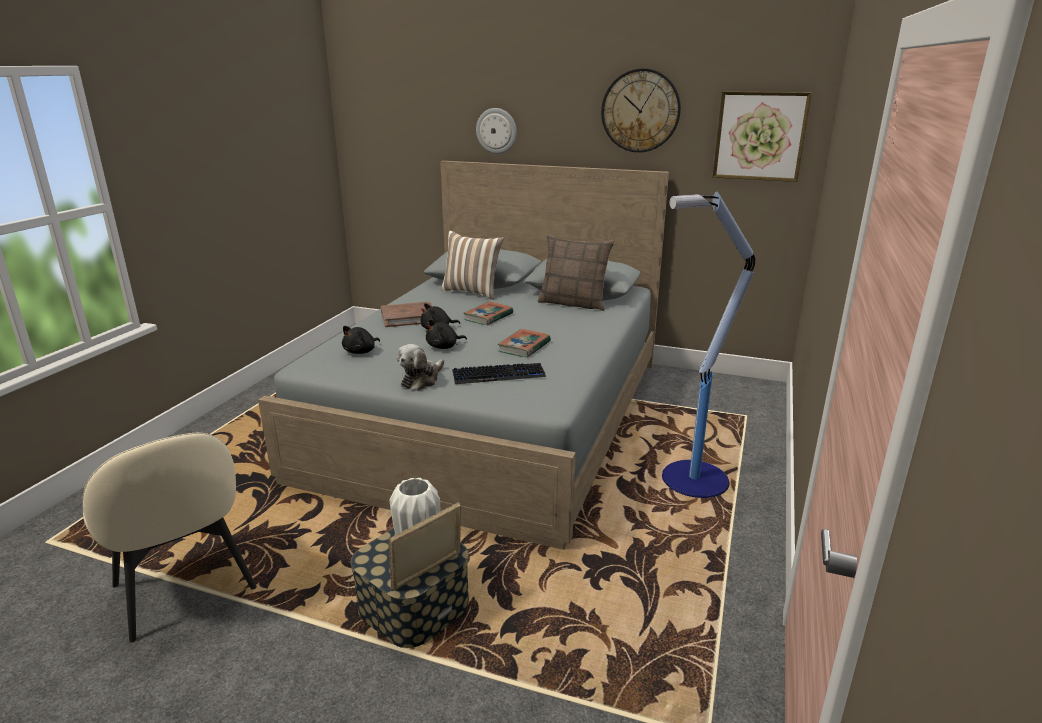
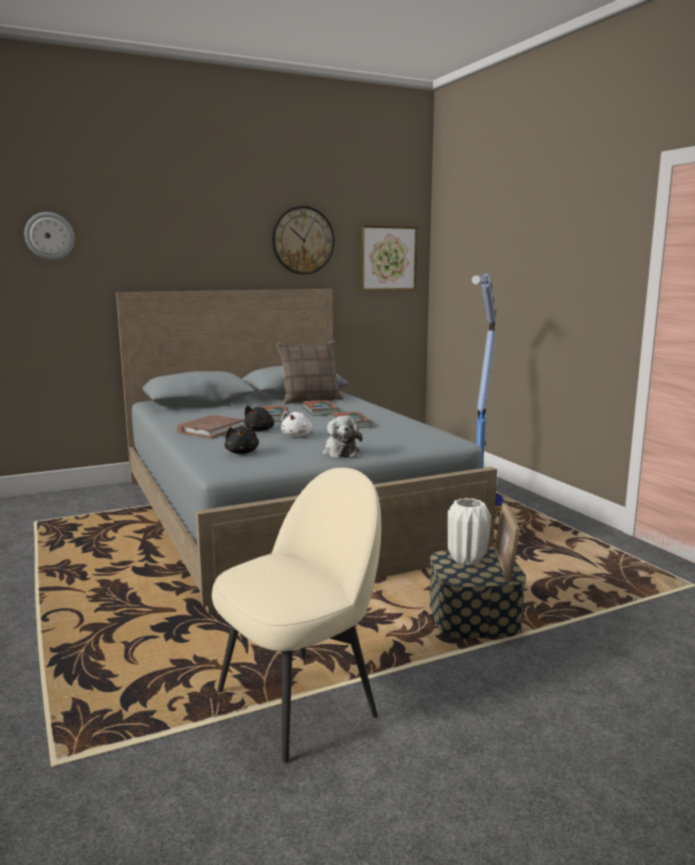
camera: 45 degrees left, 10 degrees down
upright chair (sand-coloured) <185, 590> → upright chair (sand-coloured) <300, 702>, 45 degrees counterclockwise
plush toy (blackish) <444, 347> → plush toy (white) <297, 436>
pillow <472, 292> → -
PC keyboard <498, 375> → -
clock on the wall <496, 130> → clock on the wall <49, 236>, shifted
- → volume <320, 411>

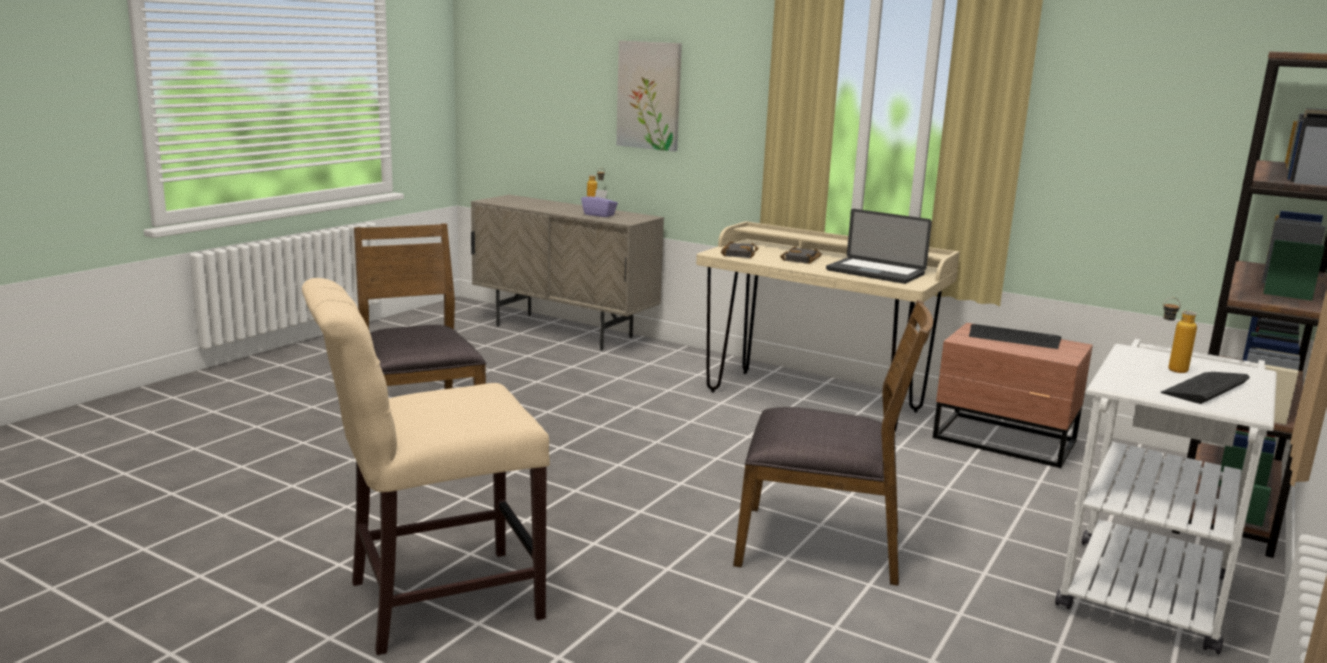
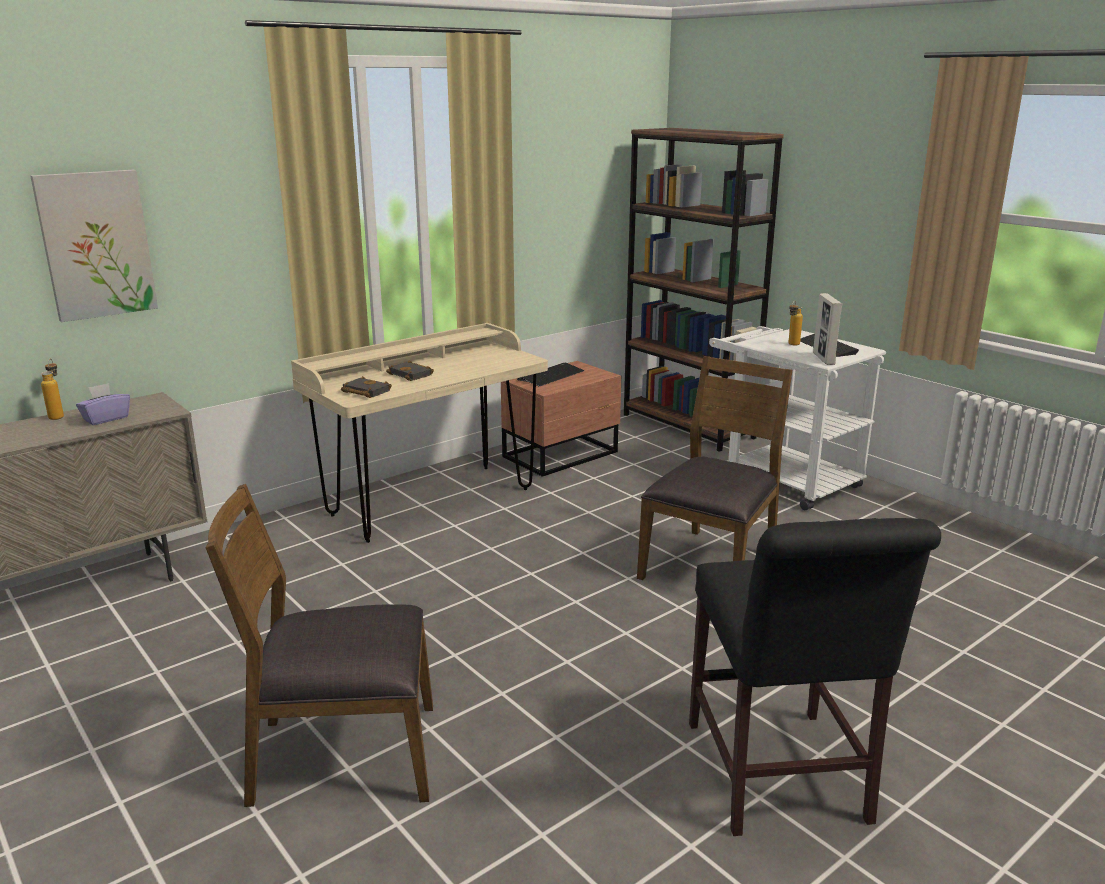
camera: 70 degrees left, 5 degrees up
upright chair (sand-coloured) <433, 601> → upright chair (blackish) <778, 779>
notebook computer <875, 272> → -
- → picture frame <823, 359>

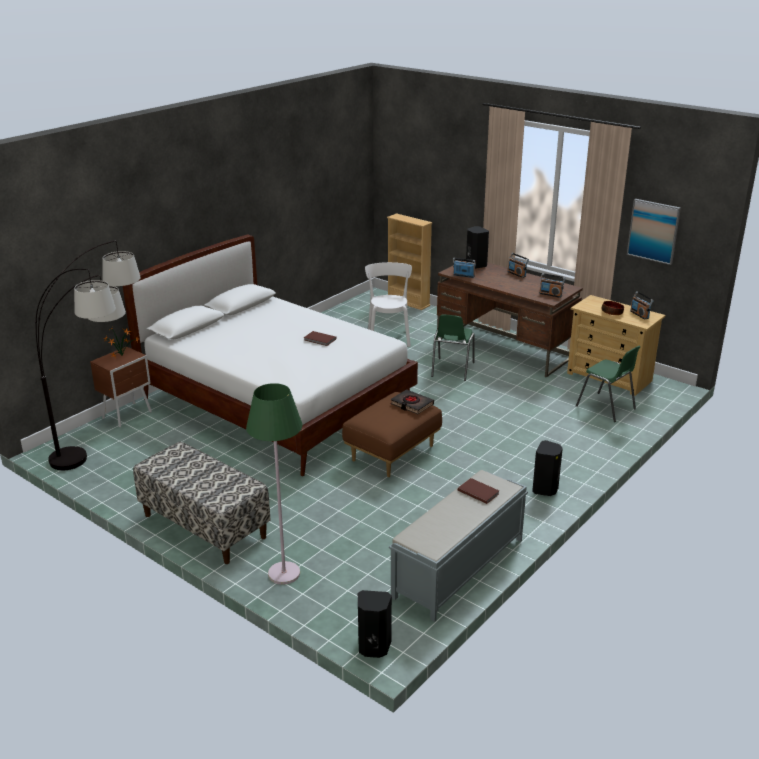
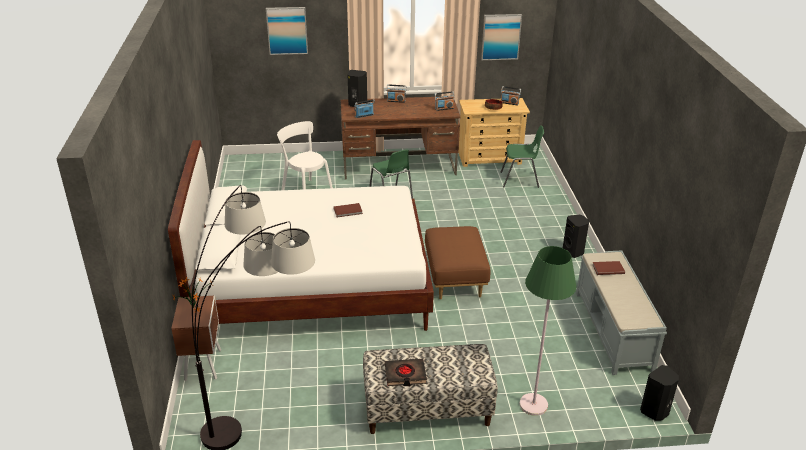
camera: 45 degrees left, 5 degrees up
shelving unit (sand-coloured) <408, 302> → -
volume (blackish) <411, 404> → volume (blackish) <405, 375>, shifted
- → picture <287, 30>

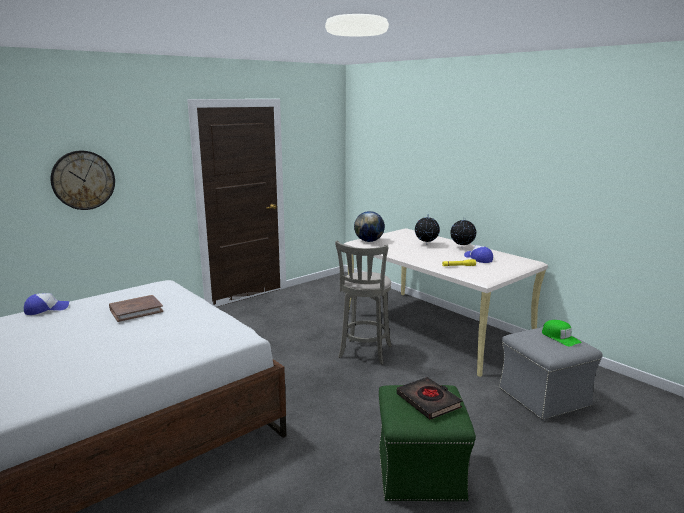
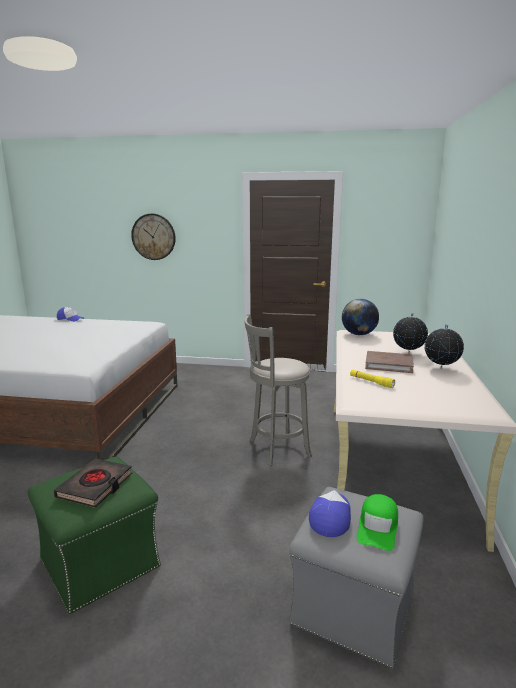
camera: 50 degrees right, 0 degrees up
volume (brown-coloured) <136, 310> → volume (brown-coloured) <388, 364>, shifted
peaked cap <478, 258> → peaked cap <331, 517>, shifted

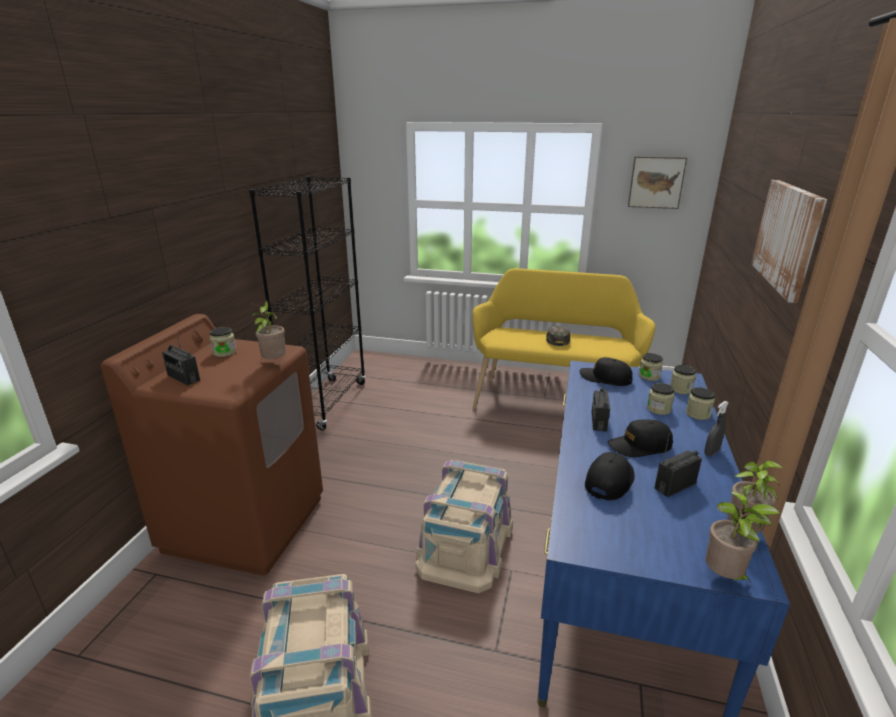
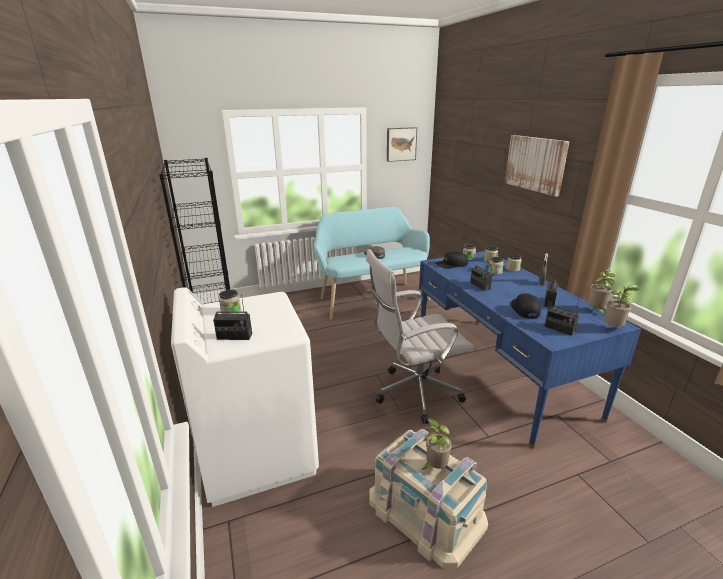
camera: 35 degrees left, 0 degrees up
washing machine (brown-coloured) <246, 522> → washing machine (white) <258, 452>
plant in a pot <273, 363> → plant in a pot <434, 467>, shifted
storage container (sand-coloured) <465, 542> → office chair (white) <414, 394>
indoor bench (yellow-coloured) <553, 399> → indoor bench (turquoise-coloured) <371, 298>
peaked cap (blackish) <639, 446> → -
- → radio set <559, 329>

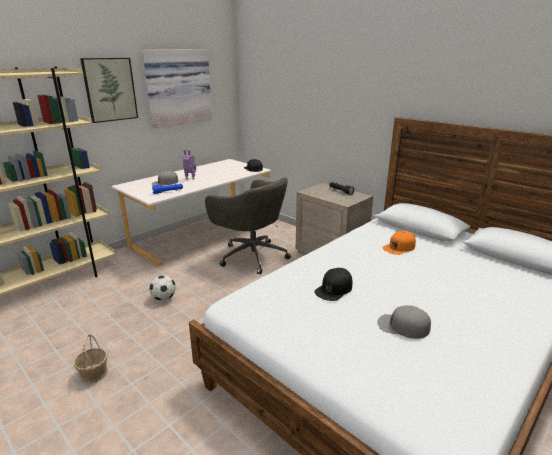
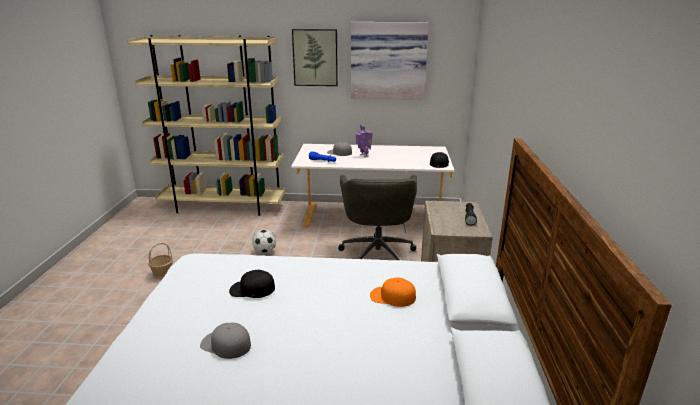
camera: 50 degrees right, 0 degrees up
peaked cap (grey) <403, 326> → peaked cap (grey) <226, 344>, 45 degrees counterclockwise

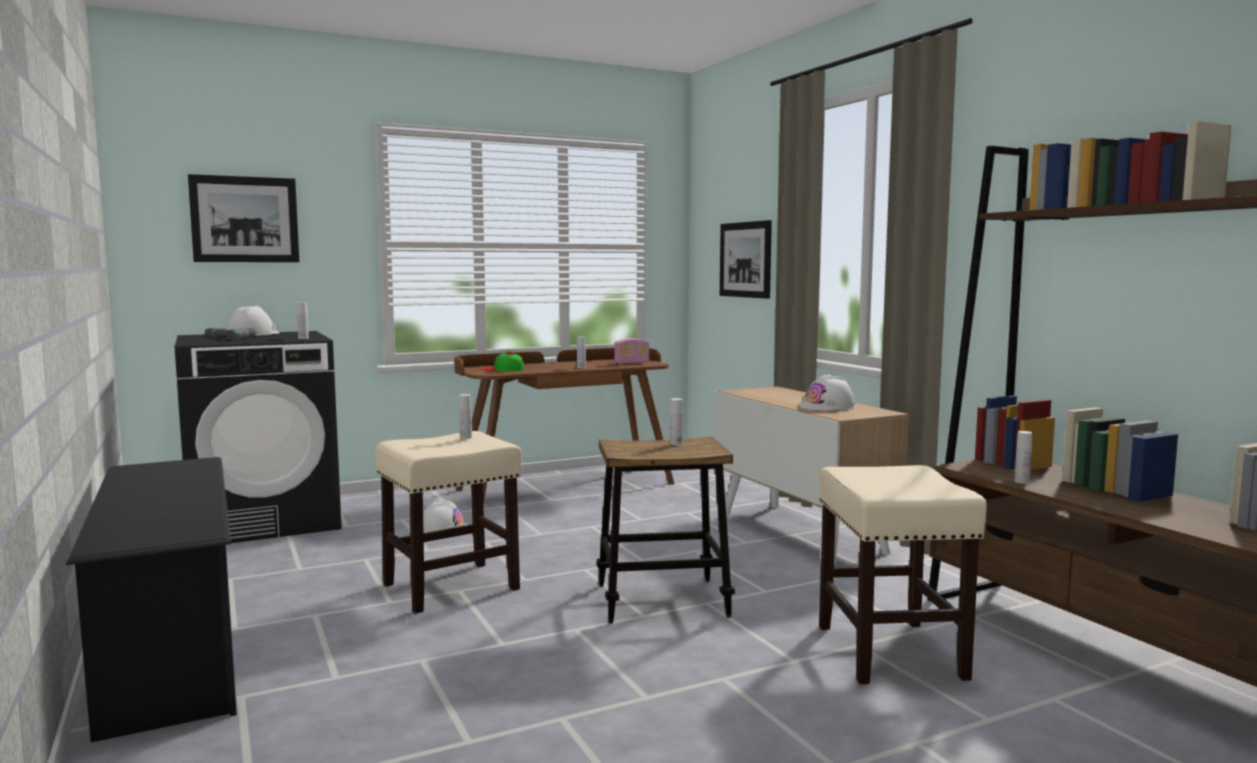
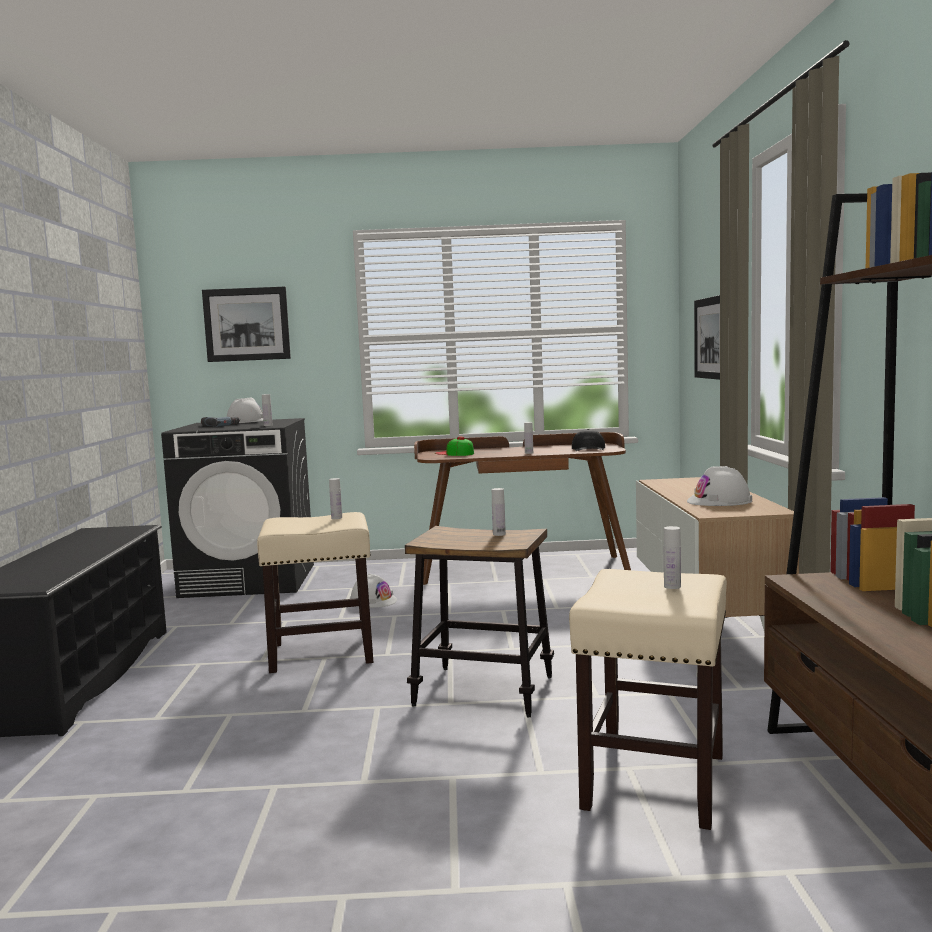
camera: 25 degrees right, 0 degrees up
radio set <631, 363> → peaked cap (blackish) <589, 449>
beverage bottle (white) <1022, 482> → beverage bottle (white) <672, 586>, shifted

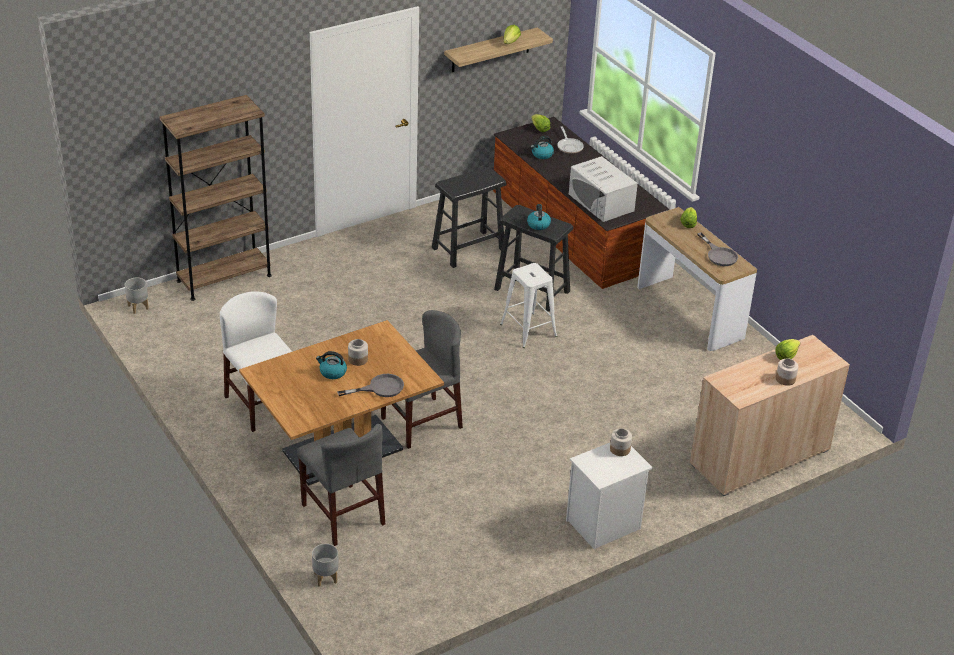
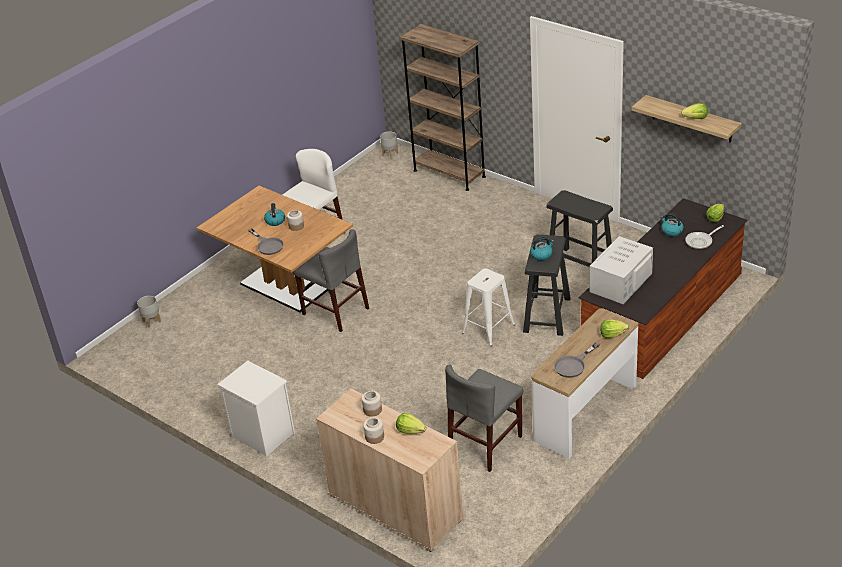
camera: 75 degrees right, 0 degrees up
upright chair (grey) <342, 514> → upright chair (grey) <485, 444>, shifted
preserve jar <620, 449> → preserve jar <372, 410>, shifted

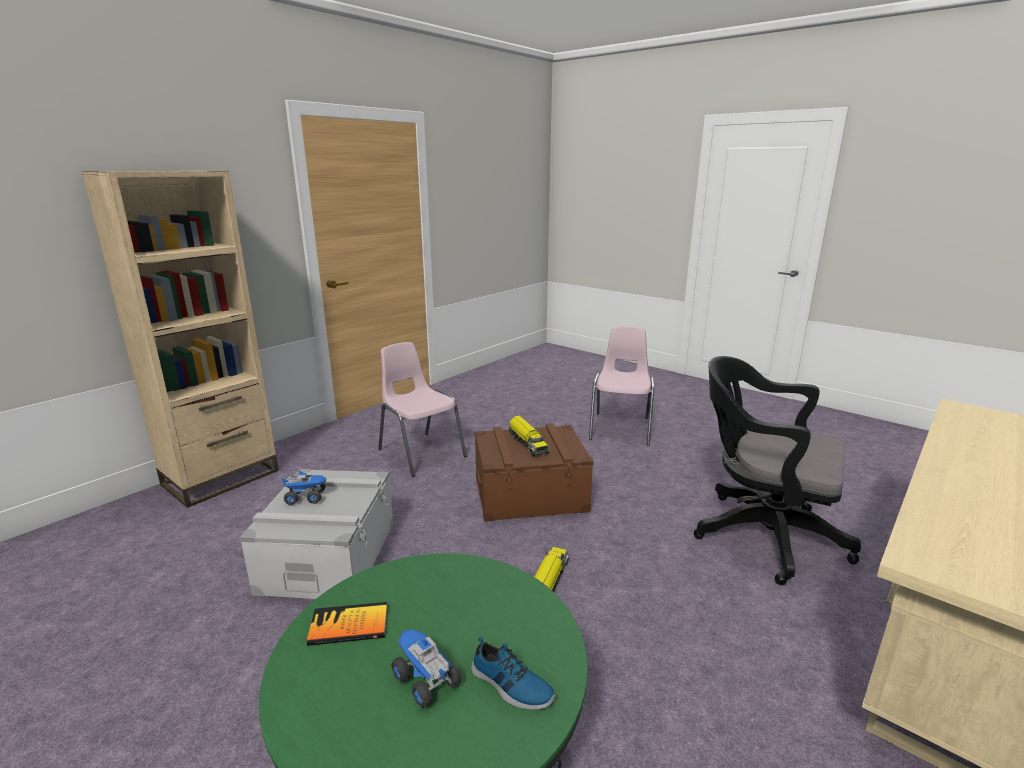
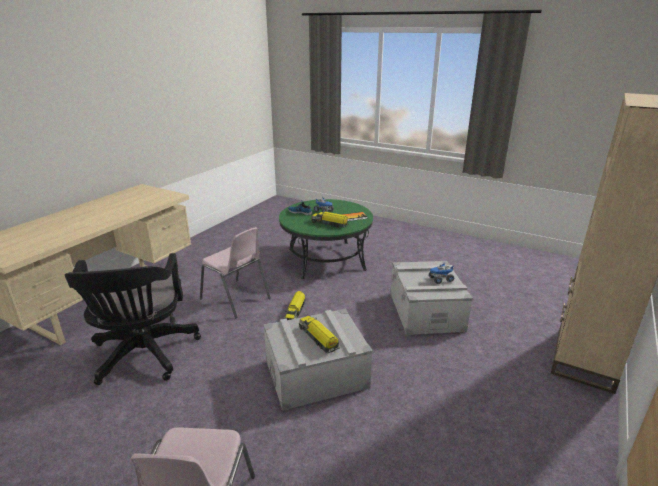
camera: 170 degrees right, 5 degrees up
upright chair (pink) <420, 453> → upright chair (pink) <236, 299>, shifted
storage container (brown-coloured) <530, 493> → storage container (grey) <316, 374>
office chair (blackish) <760, 534> → office chair (blackish) <144, 356>, 60 degrees clockwise
- → model truck <330, 224>

